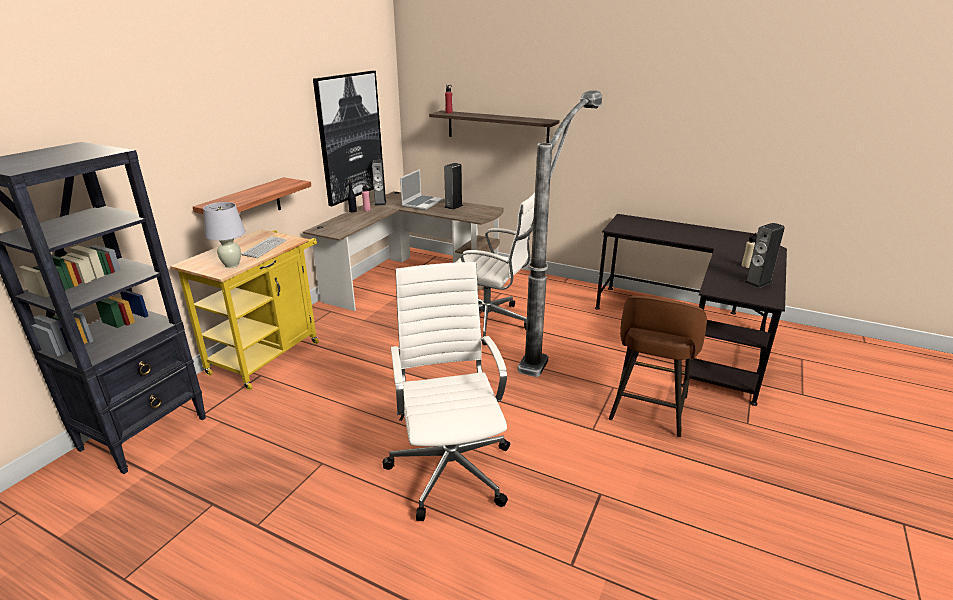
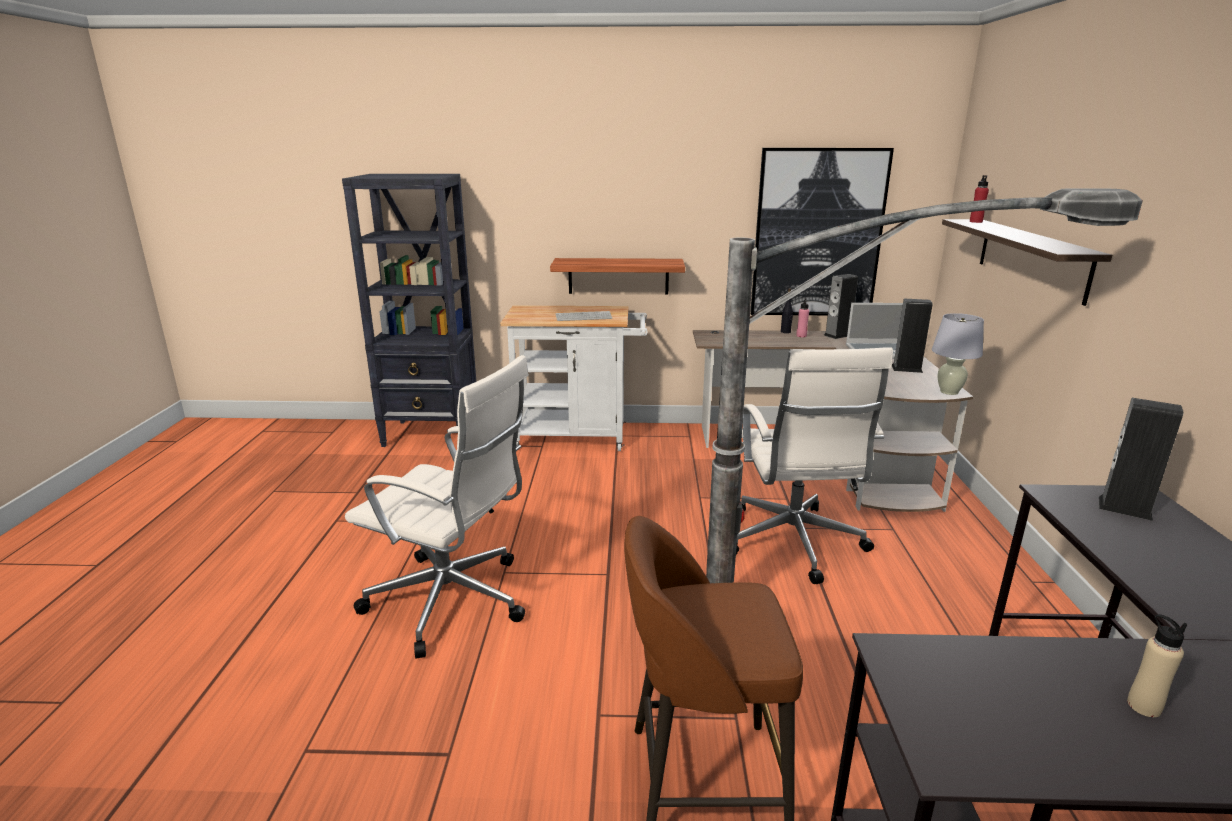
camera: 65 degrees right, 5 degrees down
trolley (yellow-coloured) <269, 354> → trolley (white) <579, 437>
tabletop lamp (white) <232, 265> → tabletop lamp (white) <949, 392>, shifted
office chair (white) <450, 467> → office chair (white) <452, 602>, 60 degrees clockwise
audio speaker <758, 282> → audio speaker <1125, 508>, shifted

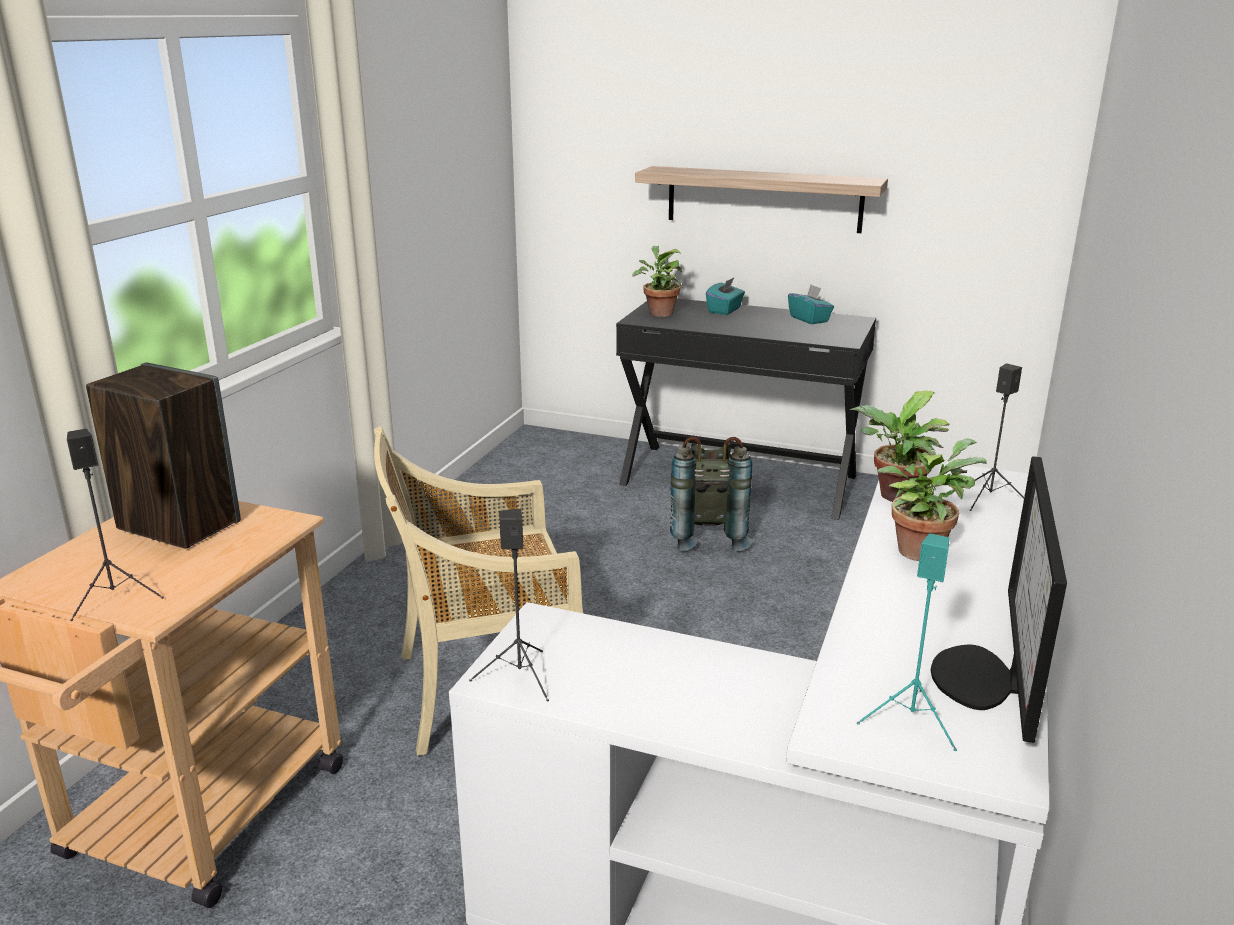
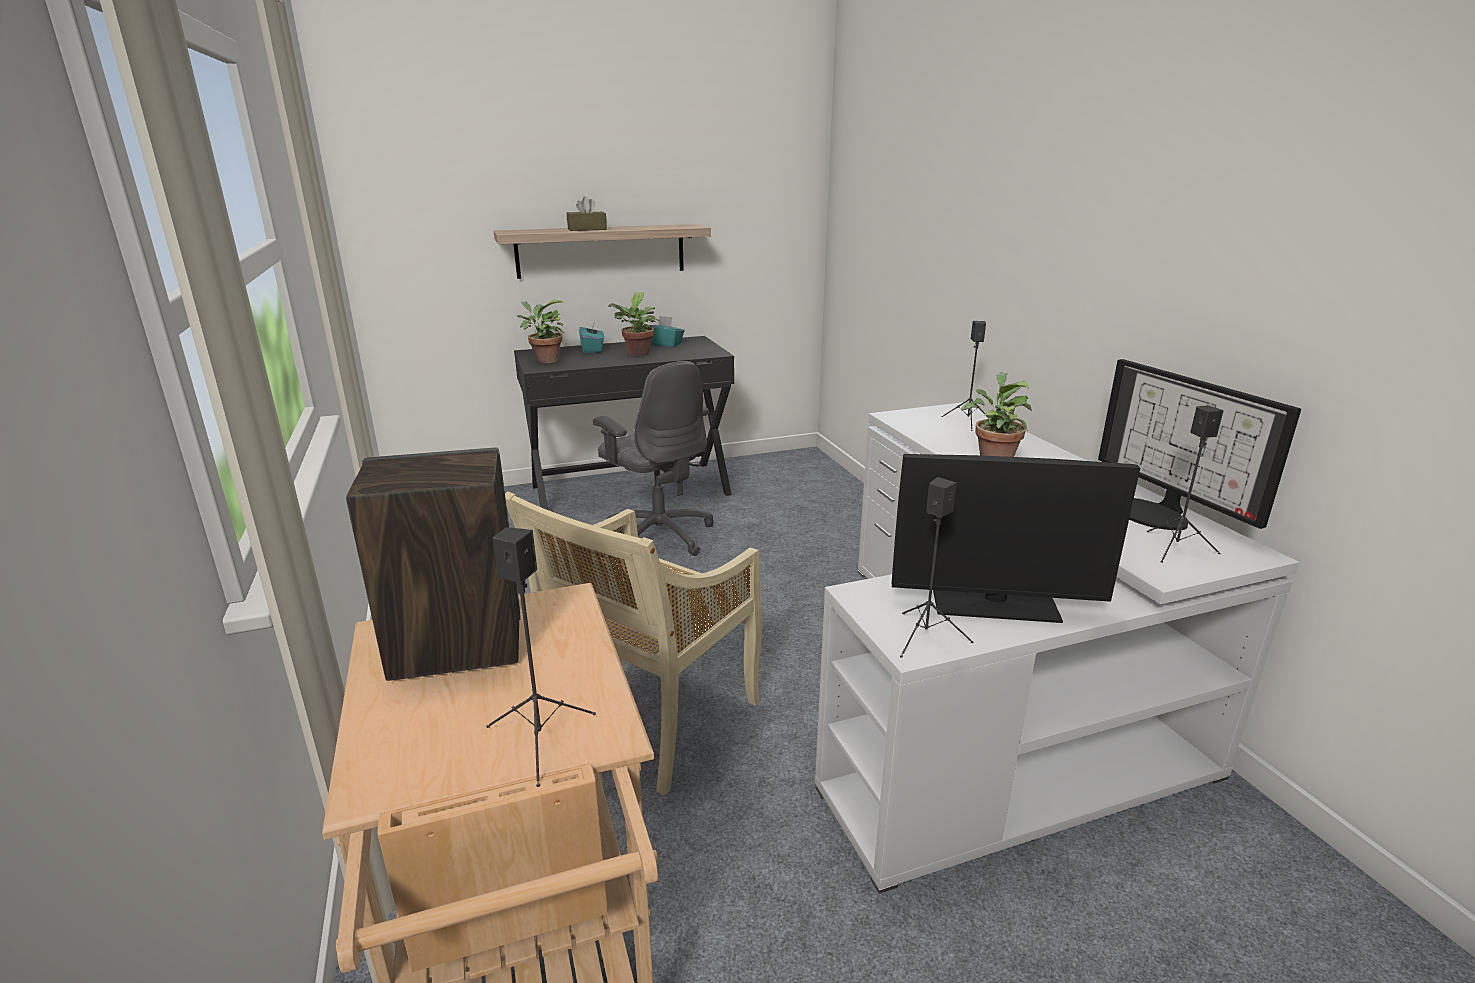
camera: 40 degrees left, 0 degrees up
rucksack (grey) <706, 535> → office chair (grey) <659, 535>
plant in a pot <895, 497> → plant in a pot <637, 354>, shifted
audio speaker (turquoise-coloured) <912, 721> → audio speaker (blackish) <1176, 548>
- → tissue box (brown-coloured) <587, 229>
- → computer display <994, 604>

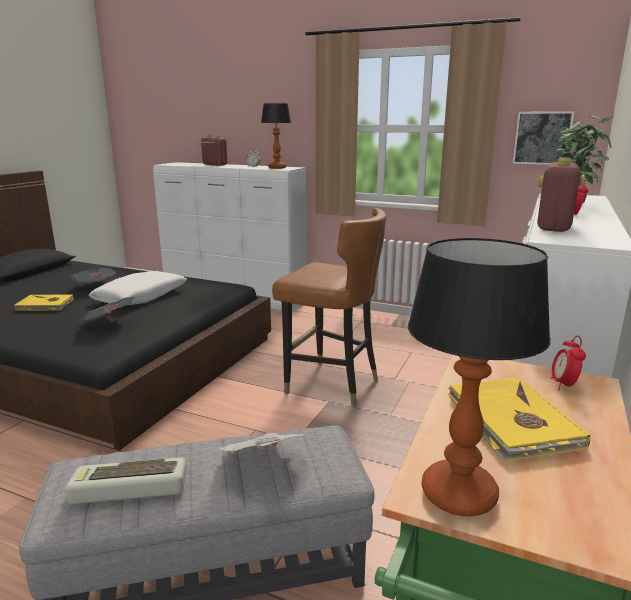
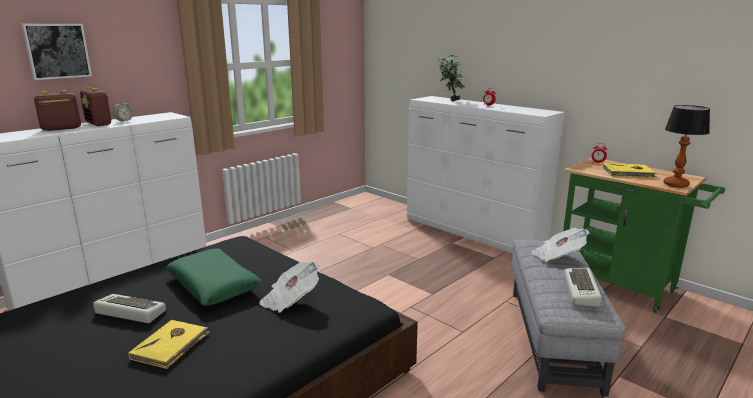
camera: 70 degrees left, 0 degrees up
printed paper <95, 286> → PC keyboard <129, 313>
pillow (white) <141, 297> → pillow (greenish) <214, 285>
tabletop lamp <277, 168> → -
upright chair (brown-coloured) <331, 384> → -
picture <542, 138> → picture <57, 51>, shifted
radio set <554, 227> → radio set <99, 124>, shifted

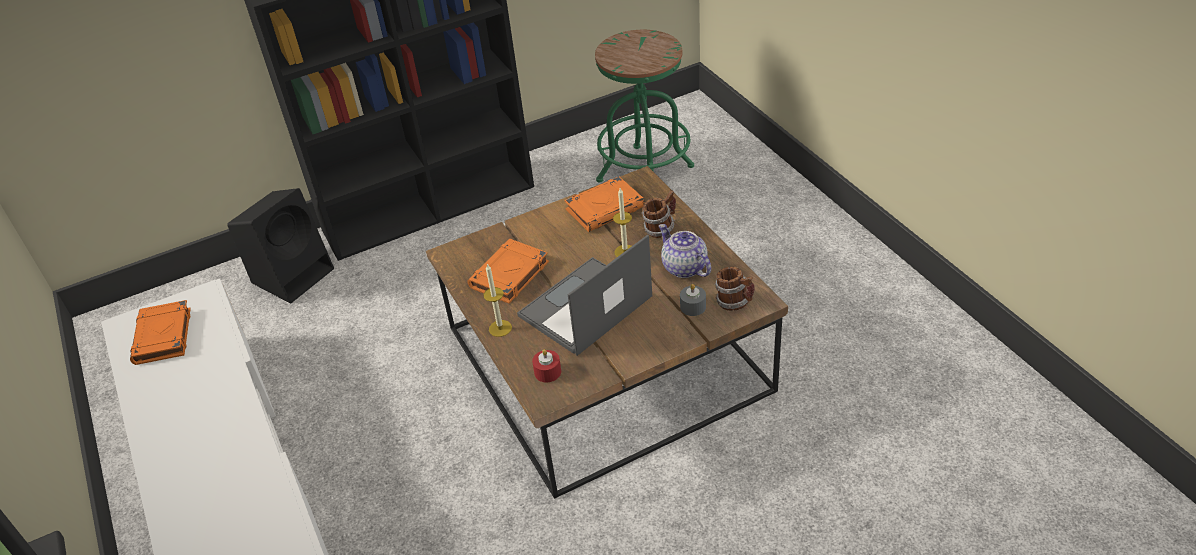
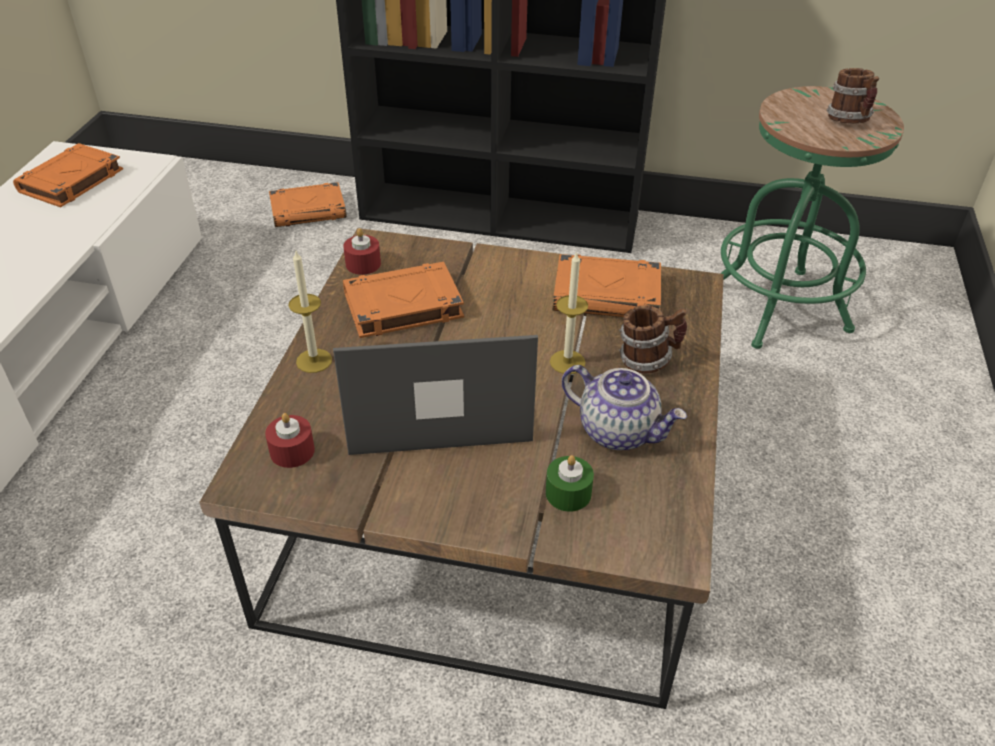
camera: 35 degrees right, 0 degrees up
audio speaker (blackish) <294, 274> → volume (orange) <309, 210>
teapot <683, 267> → teapot <618, 431>, 120 degrees clockwise
wax candle (grey) <693, 306> → wax candle (greenish) <568, 493>
mug <735, 303> → mug <849, 121>, shifted
- → wax candle (red) <363, 264>

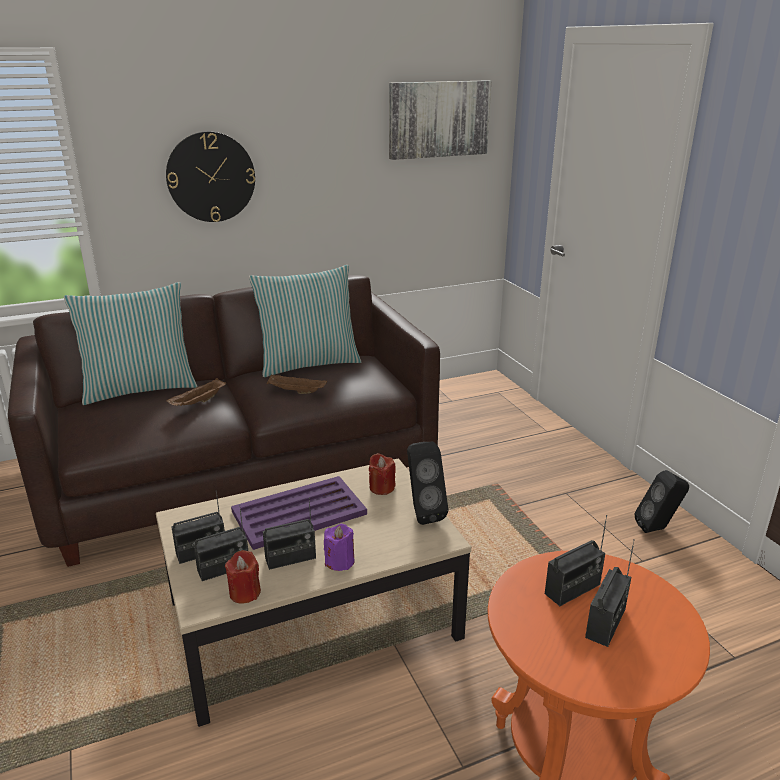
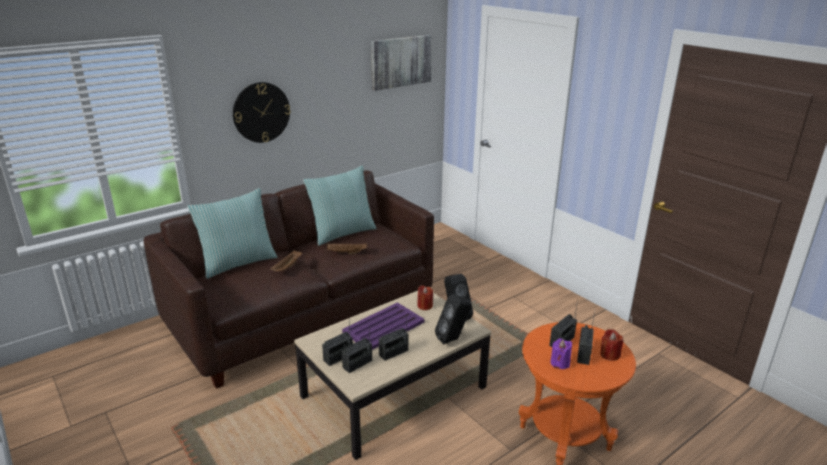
camera: 15 degrees left, 0 degrees up
wax candle (red) <245, 592> → wax candle (red) <609, 355>, shifted
wax candle (purple) <340, 561> → wax candle (purple) <560, 363>, shifted
audio speaker (blackish) <658, 528> → audio speaker (blackish) <453, 339>, shifted

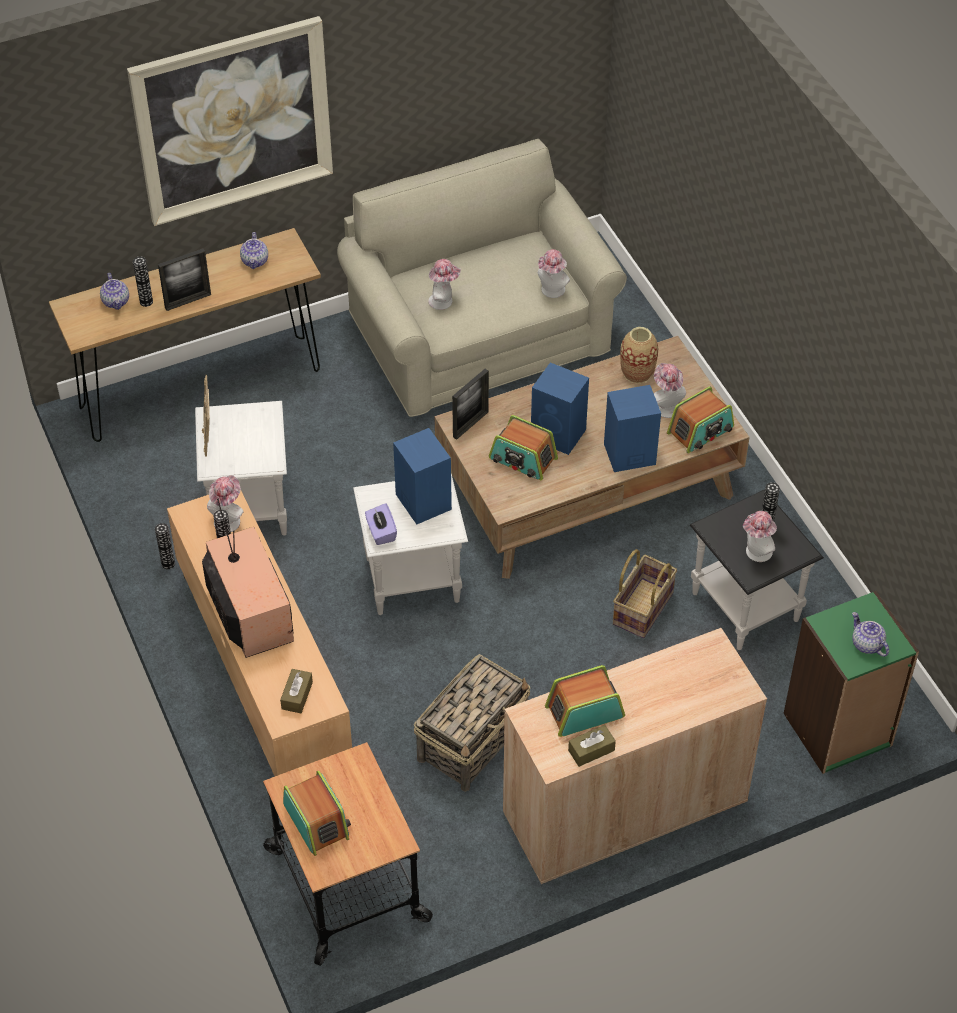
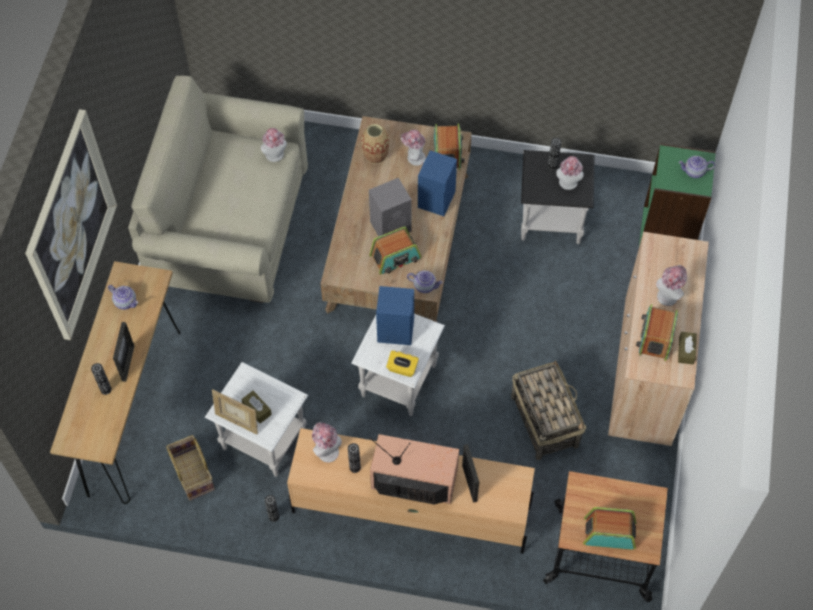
camera: 55 degrees left, 10 degrees up
teapot <116, 302> → teapot <425, 285>, shifted
tissue box (brown-coloured) <297, 695> → tissue box (brown-coloured) <257, 409>, shifted
tissue box (purple) <381, 532> → tissue box (yellow-coloured) <402, 368>
clothing hat <444, 301> → clothing hat <668, 294>, shifted
picture frame <470, 424> → picture frame <469, 483>, shifted
audio speaker (blue) <559, 435> → audio speaker (grey) <391, 226>
household basket <642, 608> → household basket <192, 474>, shifted

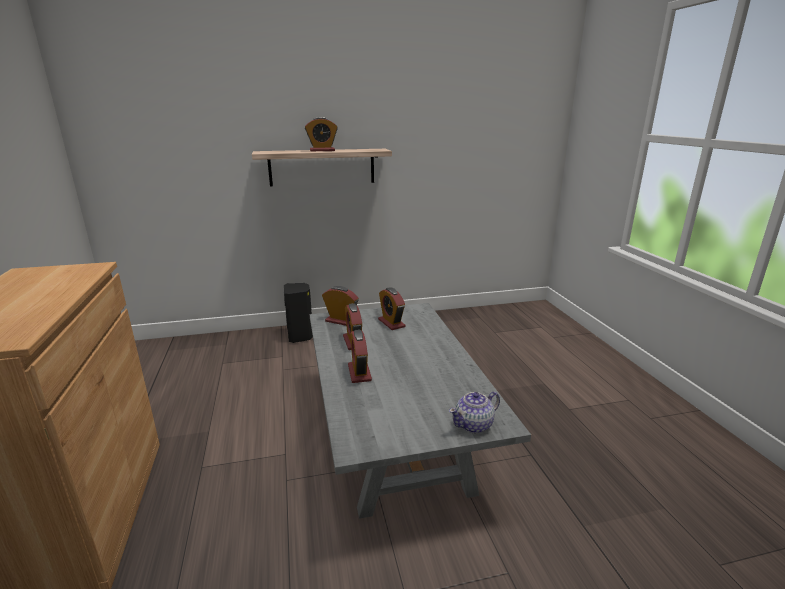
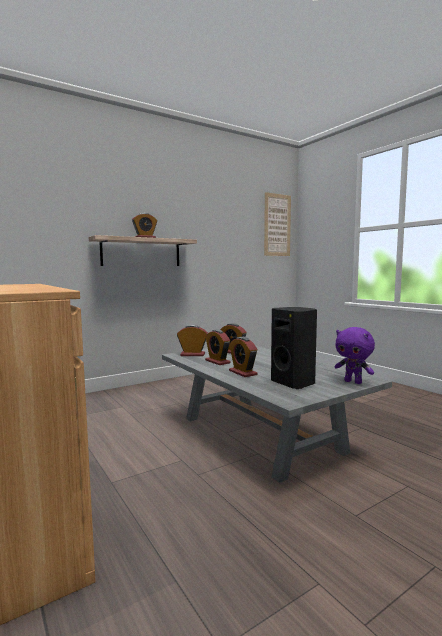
camera: 20 degrees left, 15 degrees down
audio speaker (blackish) <300, 336> → audio speaker (blackish) <294, 383>, shifted
teapot <474, 425> → plush toy (purple) <353, 382>
- → picture <277, 225>

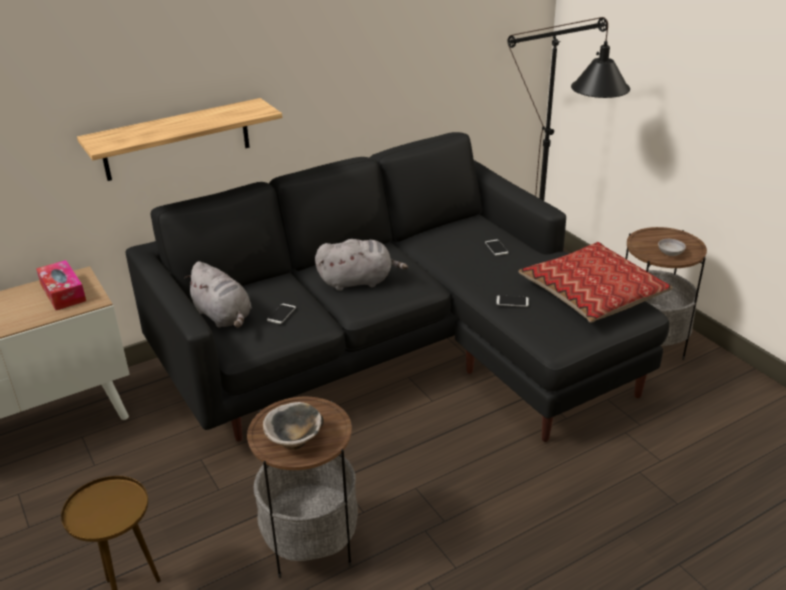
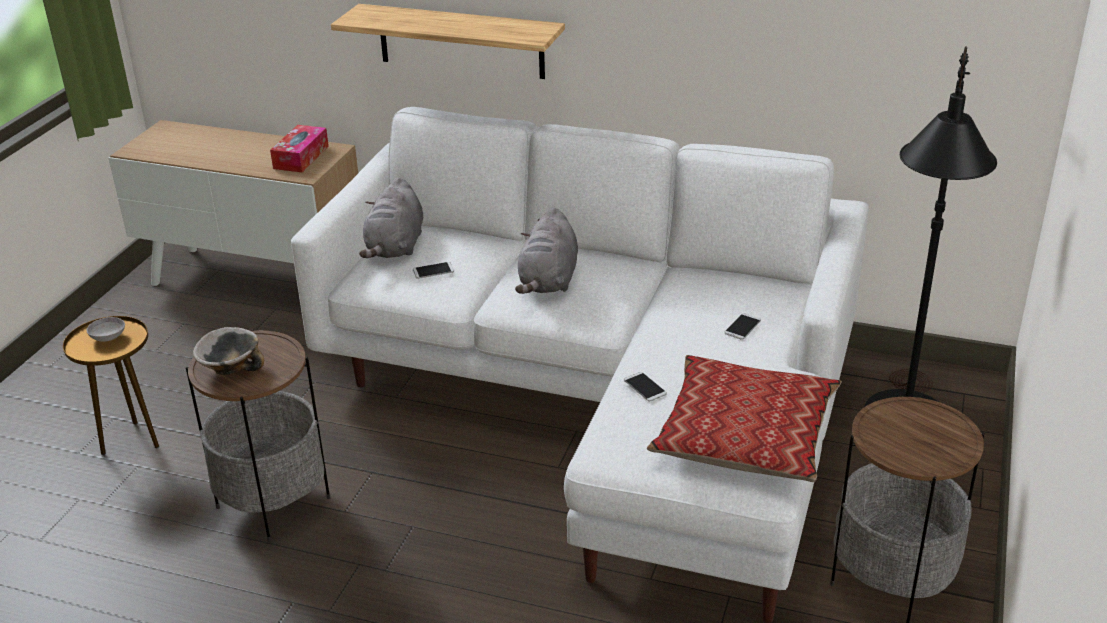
camera: 50 degrees right, 0 degrees up
sofa (blackish) <399, 354> → sofa (white) <606, 405>
plush toy (grey) <358, 281> → plush toy (grey) <548, 281>, 60 degrees clockwise
serving bowl (grey) <670, 253> → serving bowl (grey) <108, 337>, shifted

